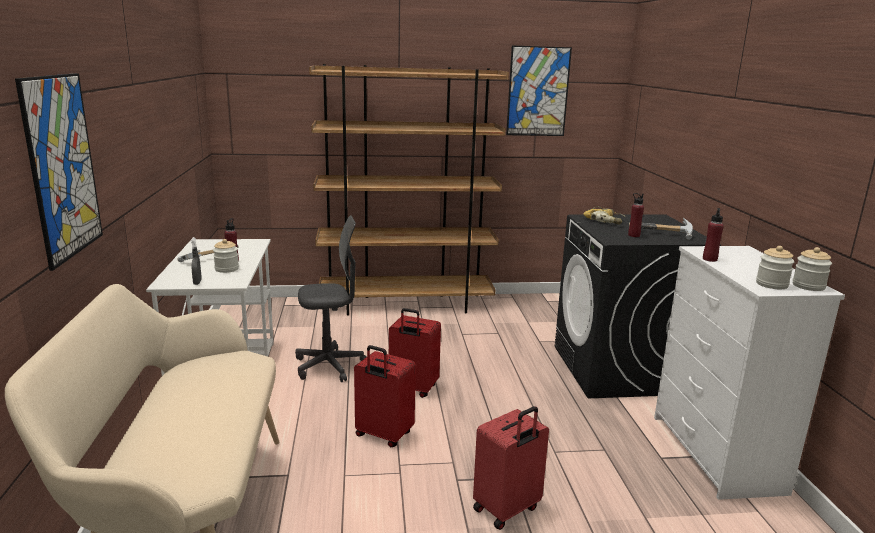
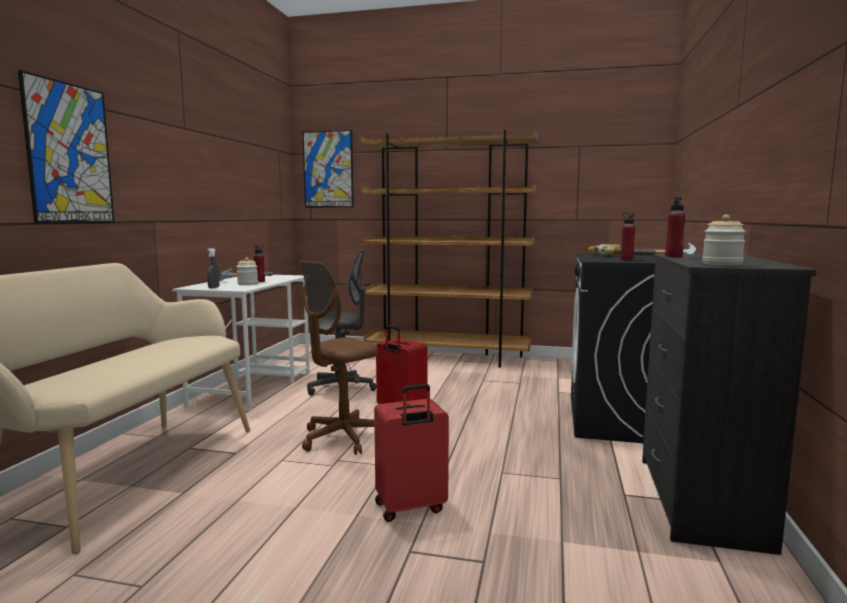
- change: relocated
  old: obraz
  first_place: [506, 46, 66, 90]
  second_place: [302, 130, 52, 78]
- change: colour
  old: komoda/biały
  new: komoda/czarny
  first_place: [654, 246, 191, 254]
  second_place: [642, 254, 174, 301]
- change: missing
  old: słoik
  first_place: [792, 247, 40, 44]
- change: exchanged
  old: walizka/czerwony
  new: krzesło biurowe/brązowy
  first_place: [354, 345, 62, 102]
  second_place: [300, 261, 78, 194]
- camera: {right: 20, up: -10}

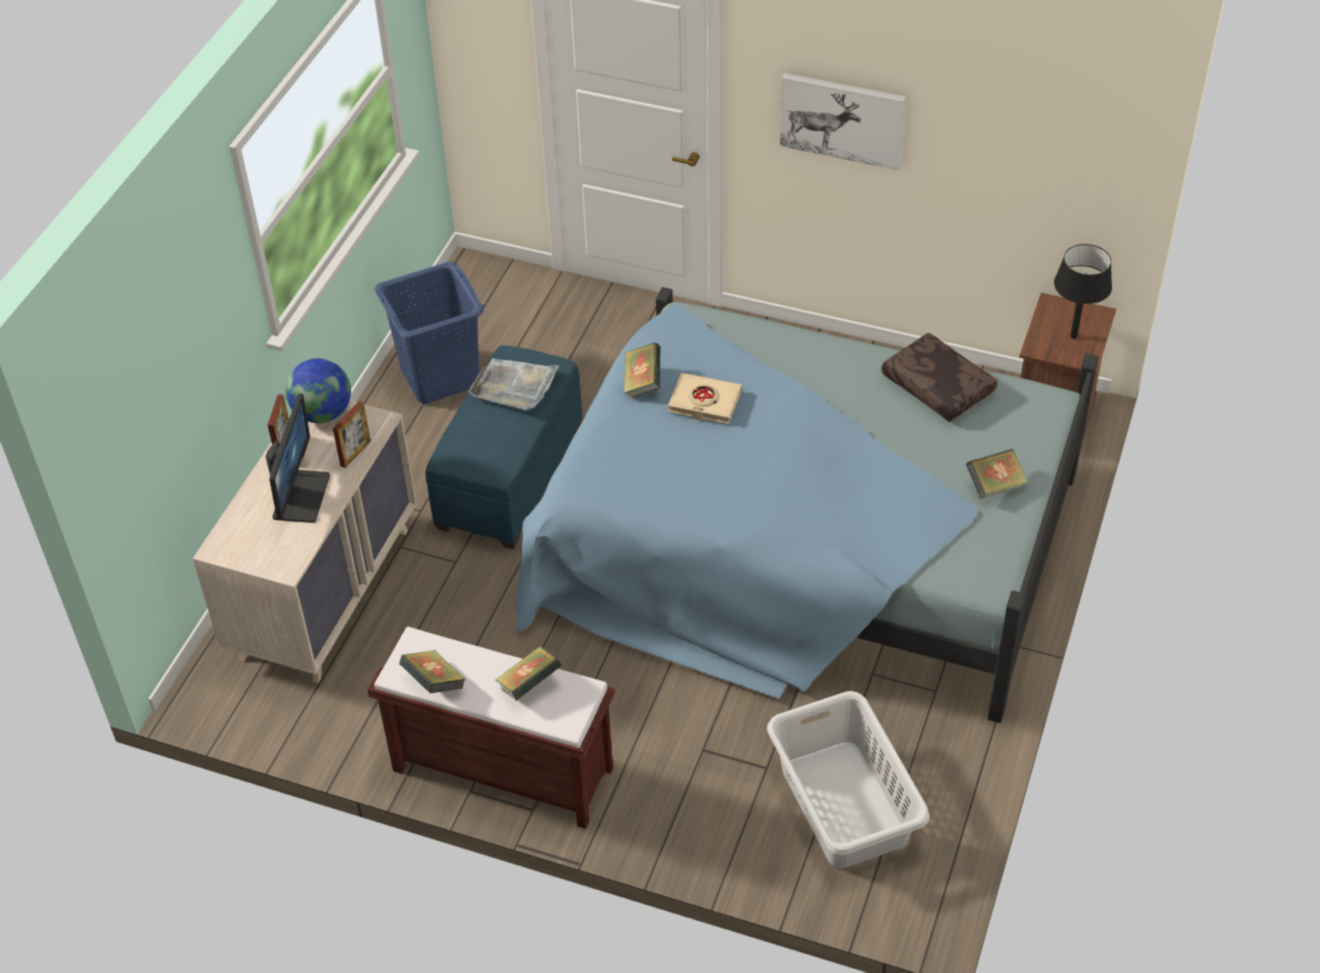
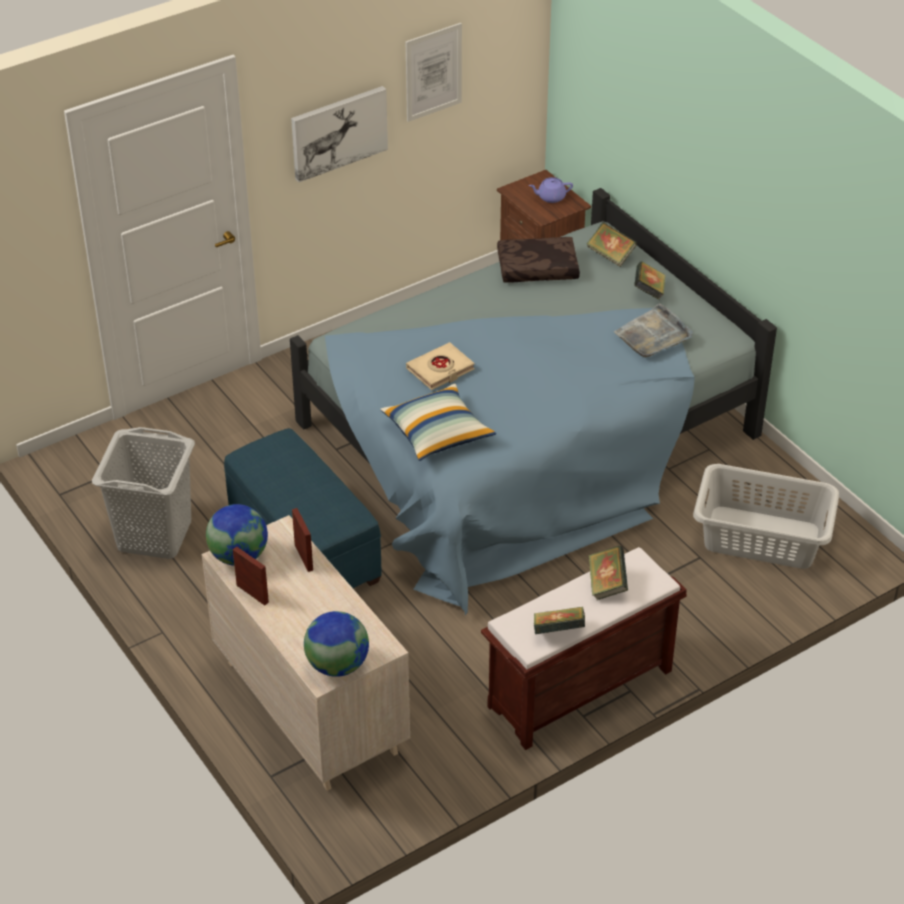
- change: exchanged
  old: lampa stołowa/czarny
  new: imbryk/fioletowy
  first_place: [1054, 244, 58, 95]
  second_place: [529, 177, 44, 26]
- change: colour
  old: kosz na pranie/niebieski
  new: kosz na pranie/szary
  first_place: [374, 262, 110, 142]
  second_place: [92, 427, 103, 132]
- change: relocated
  old: książka
  first_place: [624, 343, 36, 55]
  second_place: [587, 222, 50, 45]
- change: relocated
  old: taca/szary
  first_place: [468, 359, 91, 52]
  second_place: [614, 303, 79, 54]
- change: missing
  old: monitor
  first_place: [266, 394, 64, 129]
- change: appeared
  new: obraz
  second_place: [406, 23, 56, 99]
- change: appeared
  new: poduszka
  second_place: [380, 383, 116, 78]
- change: appeared
  new: globus
  second_place: [304, 611, 65, 66]
- camera: {right: -55, up: -5}

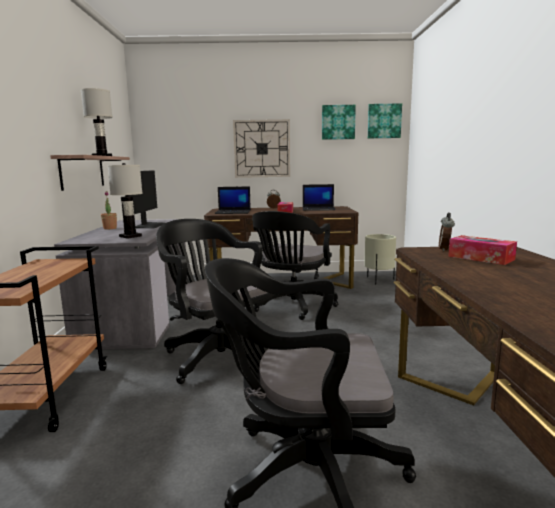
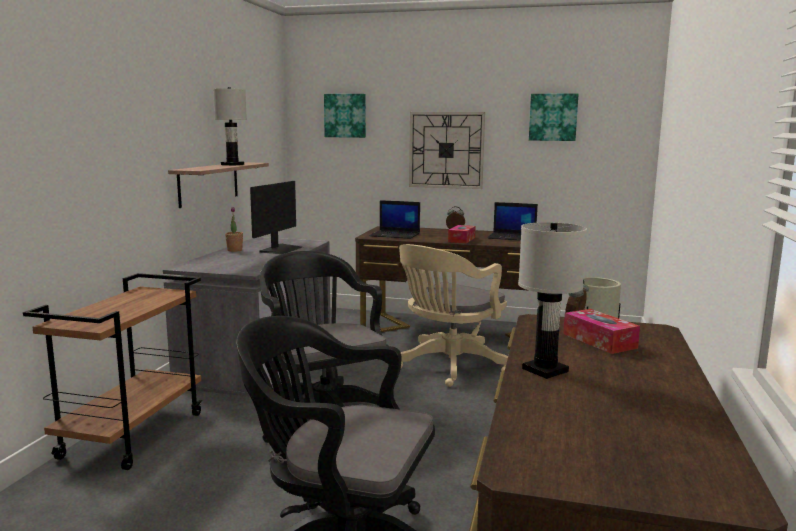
- change: relocated
  old: obraz
  first_place: [368, 103, 34, 35]
  second_place: [324, 94, 42, 44]
- change: relocated
  old: lampa stołowa/biały
  first_place: [107, 163, 36, 76]
  second_place: [518, 222, 69, 157]
- change: colour
  old: krzesło biurowe/czarny
  new: krzesło biurowe/beżowy
  first_place: [252, 211, 86, 109]
  second_place: [399, 244, 109, 143]
- camera: {right: 15, up: 0}

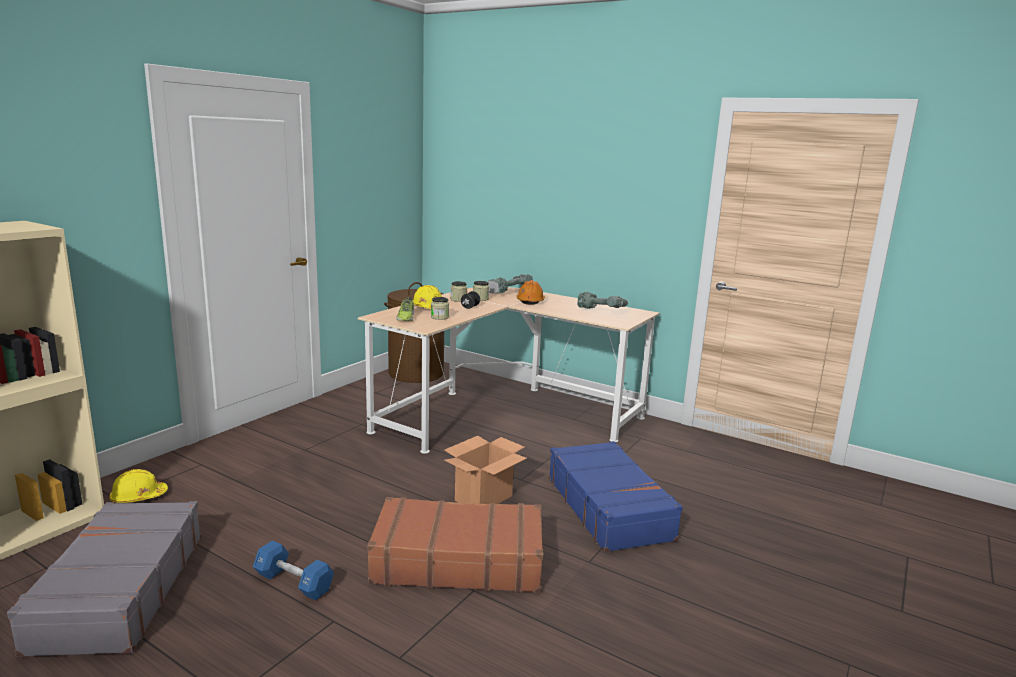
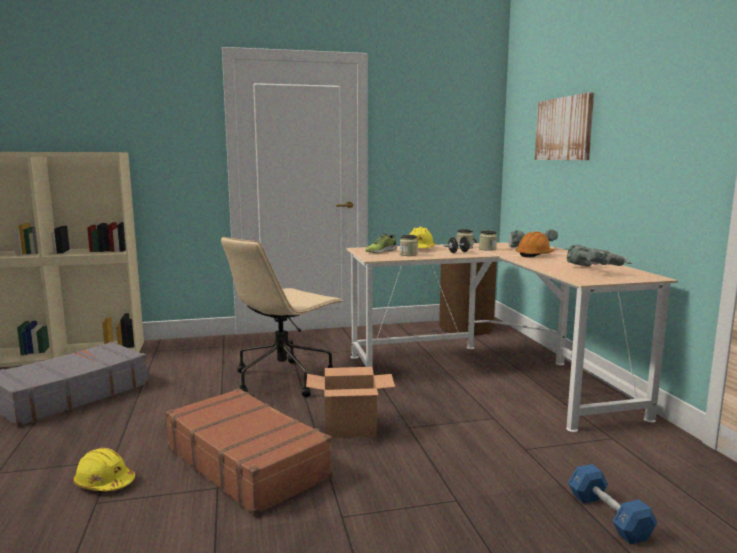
- change: missing
  old: walizka/niebieski
  first_place: [549, 441, 134, 112]
- change: relocated
  old: kask/żółty
  first_place: [109, 469, 59, 34]
  second_place: [73, 448, 62, 43]
- change: relocated
  old: hantel/niebieski
  first_place: [253, 540, 81, 61]
  second_place: [568, 464, 89, 80]
- change: appeared
  new: obraz
  second_place: [535, 92, 59, 68]
- change: appeared
  new: krzesło biurowe/beżowy
  second_place: [221, 236, 121, 161]
- camera: {right: 45, up: -5}

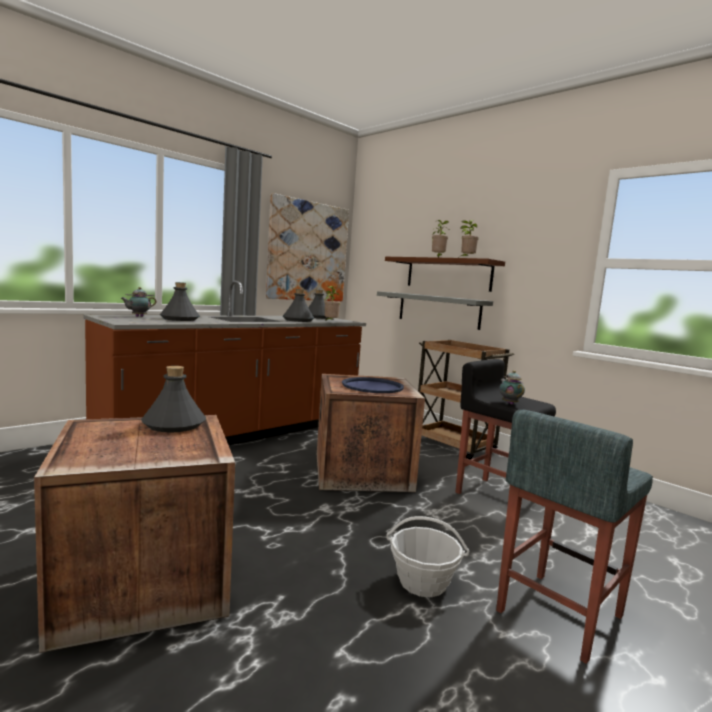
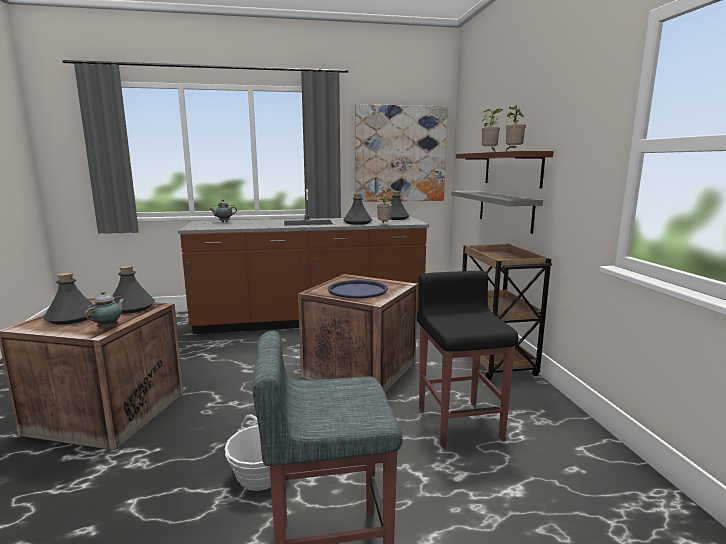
- change: relocated
  old: butelka/szary
  first_place: [160, 282, 39, 39]
  second_place: [43, 272, 50, 53]
- change: relocated
  old: imbryk
  first_place: [499, 370, 26, 35]
  second_place: [85, 291, 41, 39]
- camera: {right: 35, up: 5}

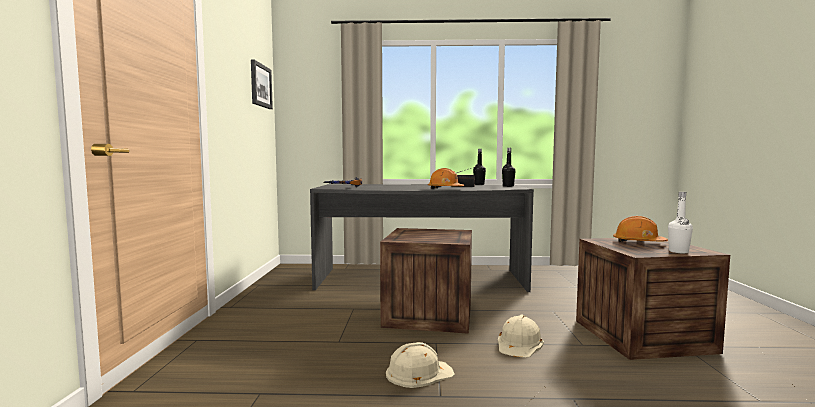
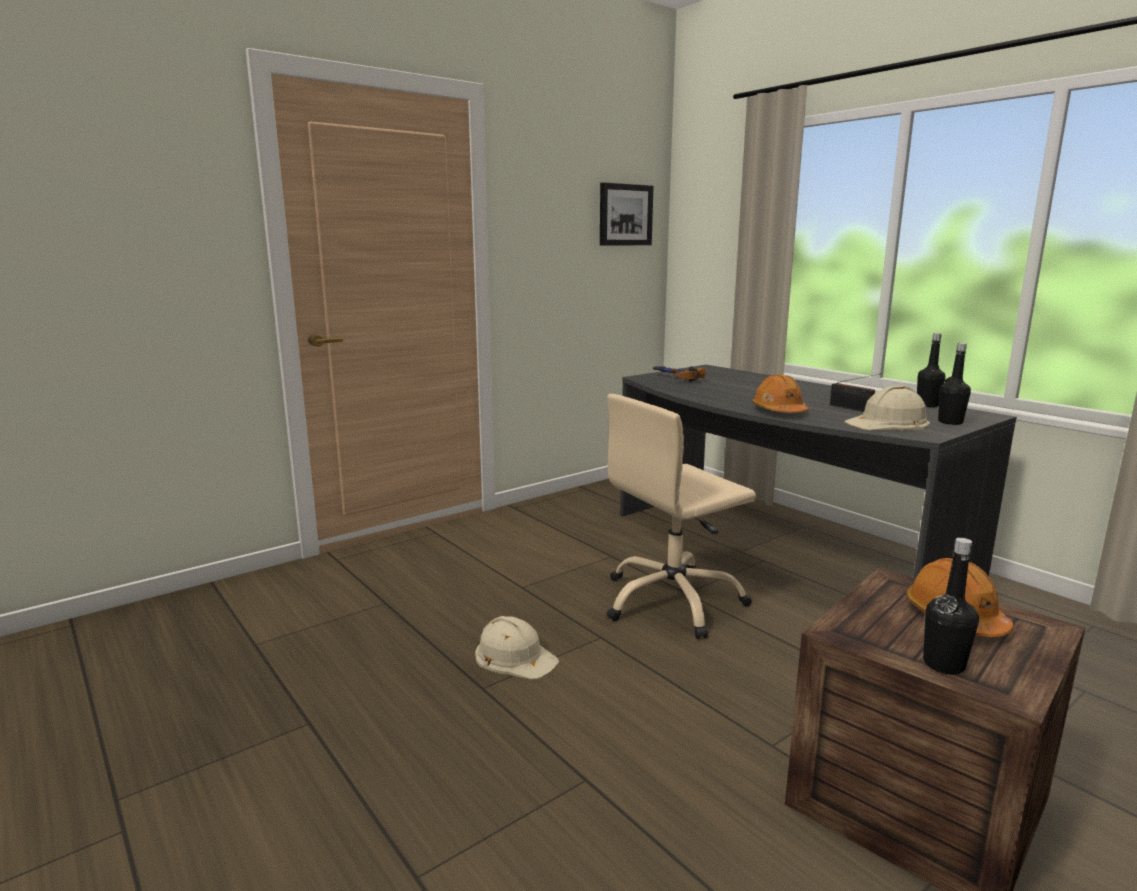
- change: colour
  old: butelka/biały
  new: butelka/czarny
  first_place: [668, 192, 25, 61]
  second_place: [923, 538, 56, 136]
- change: exchanged
  old: skrzynka
  new: krzesło biurowe/beżowy
  first_place: [380, 228, 92, 106]
  second_place: [607, 394, 149, 245]
- change: relocated
  old: kask/beżowy
  first_place: [498, 314, 46, 44]
  second_place: [844, 386, 86, 45]
- camera: {right: 50, up: 10}

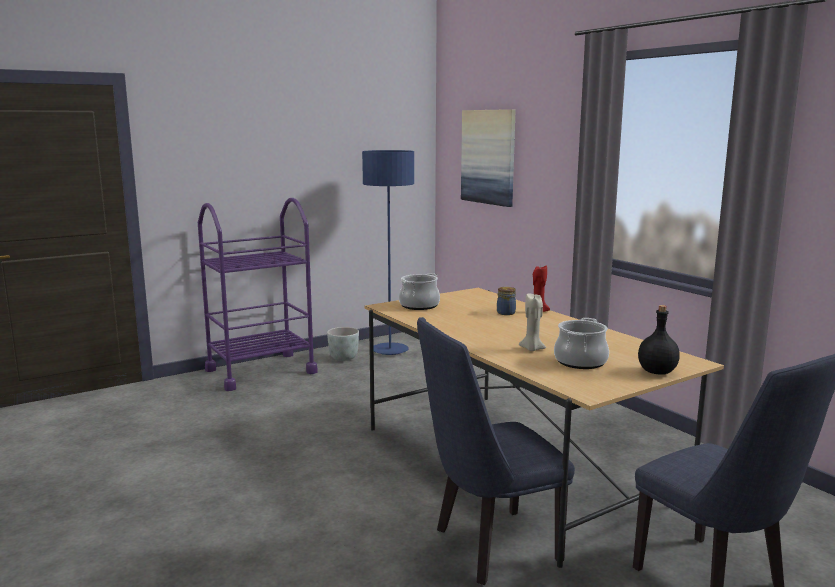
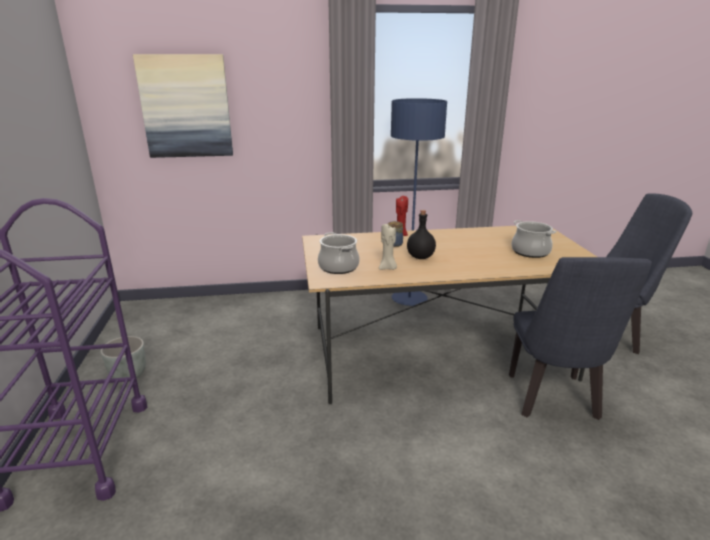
- change: relocated
  old: lampa stojąca/niebieski
  first_place: [362, 150, 52, 205]
  second_place: [391, 98, 56, 208]
- change: relocated
  old: świeca/beżowy
  first_place: [519, 294, 27, 57]
  second_place: [379, 224, 18, 46]
- change: relocated
  old: butelka/czarny
  first_place: [638, 305, 42, 70]
  second_place: [407, 210, 29, 49]
- camera: {right: -65, up: 10}

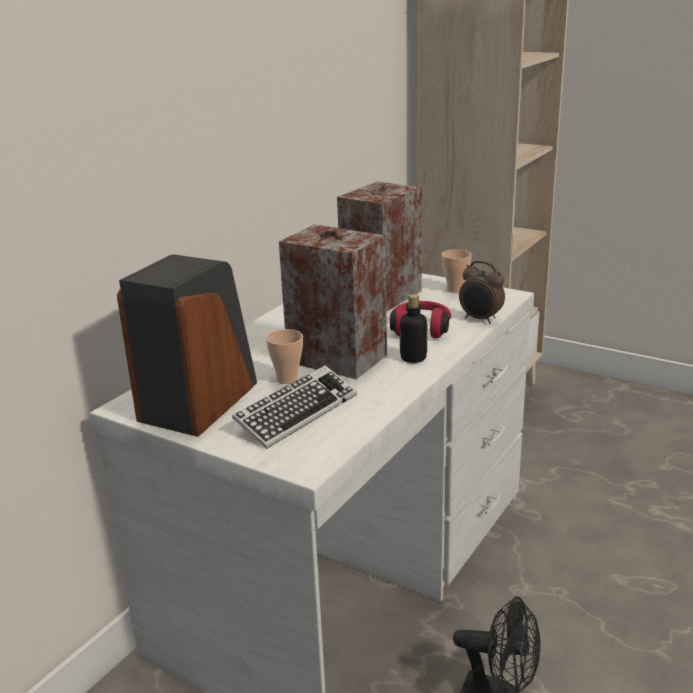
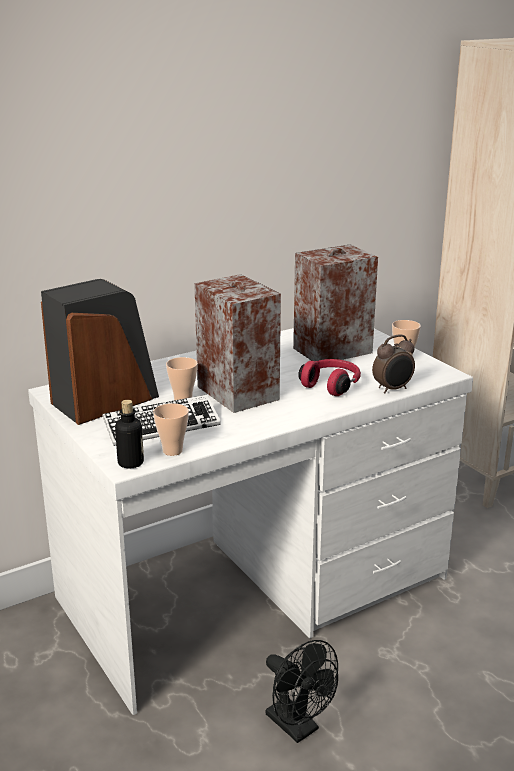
- change: spun
  old: budzik
  first_place: [459, 261, 46, 63]
  second_place: [372, 334, 43, 60]
  degrees: -90
- change: relocated
  old: butelka
  first_place: [400, 294, 27, 69]
  second_place: [115, 400, 29, 68]
- change: appeared
  new: filiżanka
  second_place: [153, 403, 36, 53]
- camera: {right: 25, up: 0}

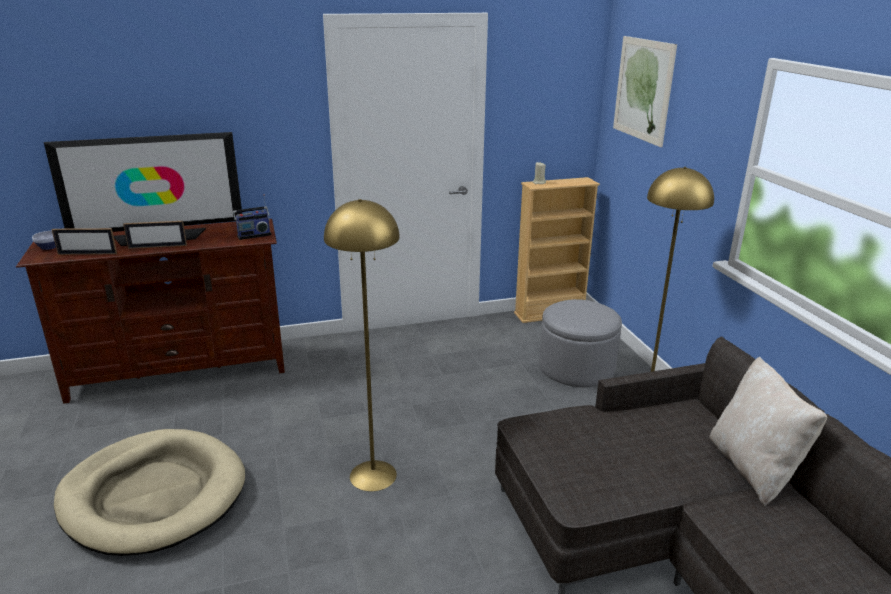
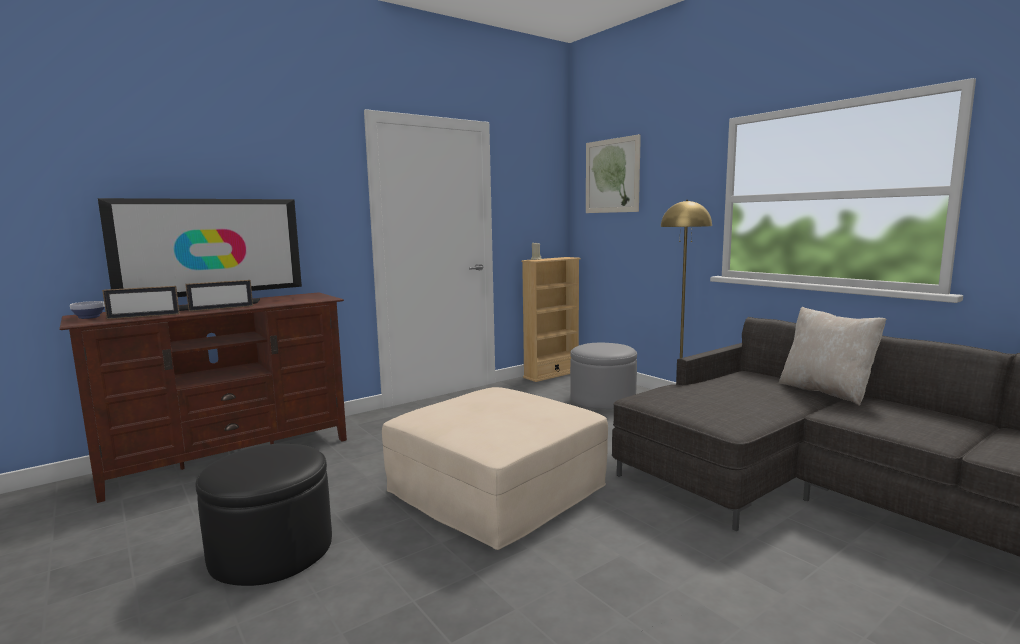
- change: missing
  old: radio
  first_place: [233, 194, 38, 46]
- change: exchanged
  old: lampa stojąca/żółty
  new: pufa/beżowy
  first_place: [324, 199, 76, 292]
  second_place: [382, 387, 226, 163]
- change: exchanged
  old: legowisko/beżowy
  new: pufa/czarny
  first_place: [54, 429, 191, 127]
  second_place: [196, 444, 136, 142]
- camera: {right: -20, up: -15}

